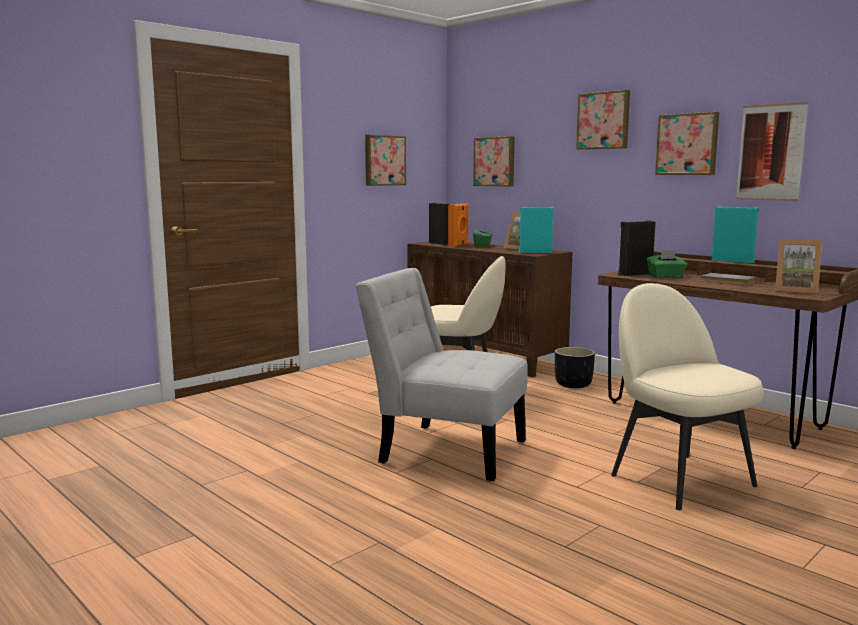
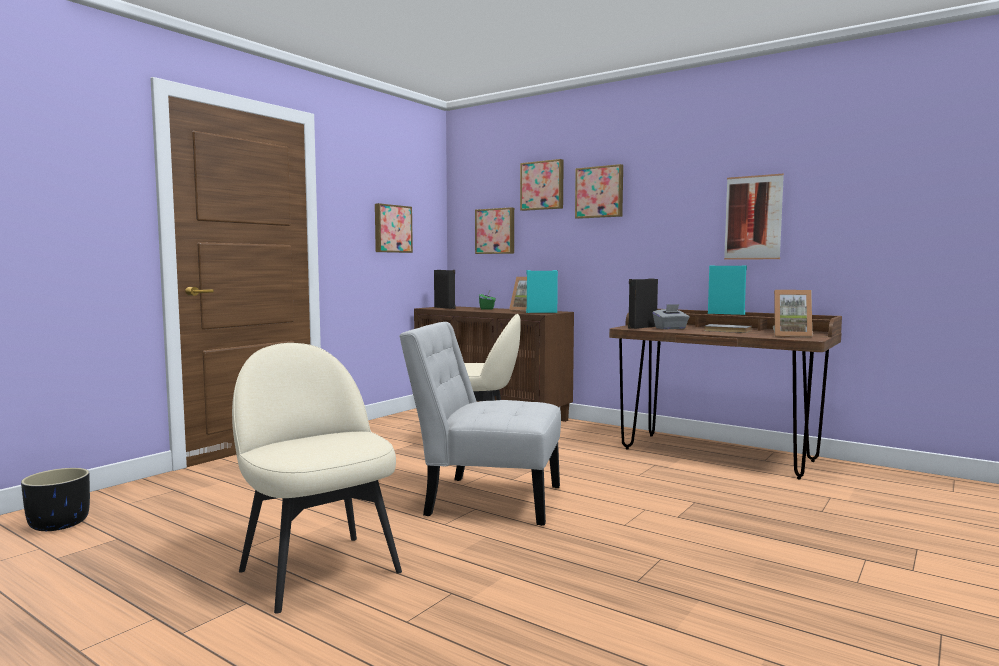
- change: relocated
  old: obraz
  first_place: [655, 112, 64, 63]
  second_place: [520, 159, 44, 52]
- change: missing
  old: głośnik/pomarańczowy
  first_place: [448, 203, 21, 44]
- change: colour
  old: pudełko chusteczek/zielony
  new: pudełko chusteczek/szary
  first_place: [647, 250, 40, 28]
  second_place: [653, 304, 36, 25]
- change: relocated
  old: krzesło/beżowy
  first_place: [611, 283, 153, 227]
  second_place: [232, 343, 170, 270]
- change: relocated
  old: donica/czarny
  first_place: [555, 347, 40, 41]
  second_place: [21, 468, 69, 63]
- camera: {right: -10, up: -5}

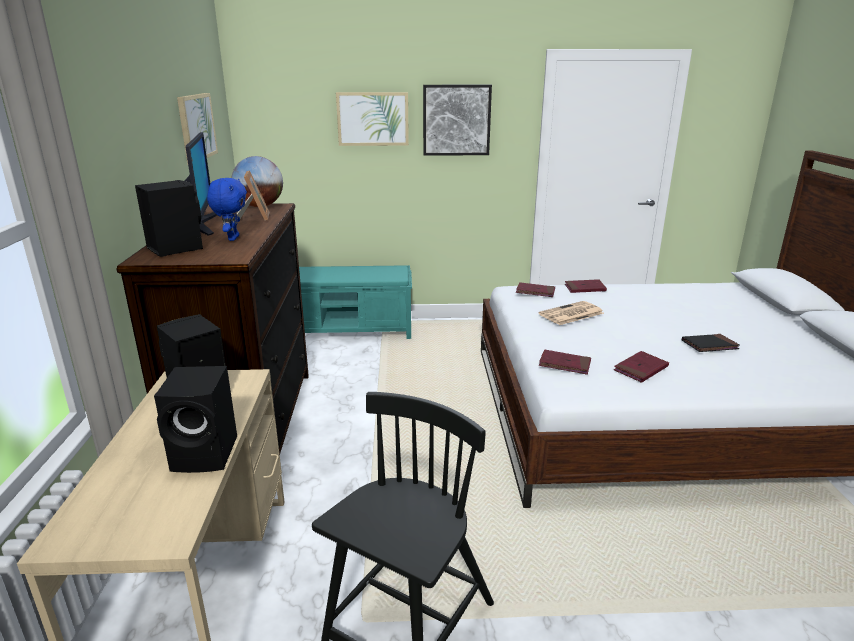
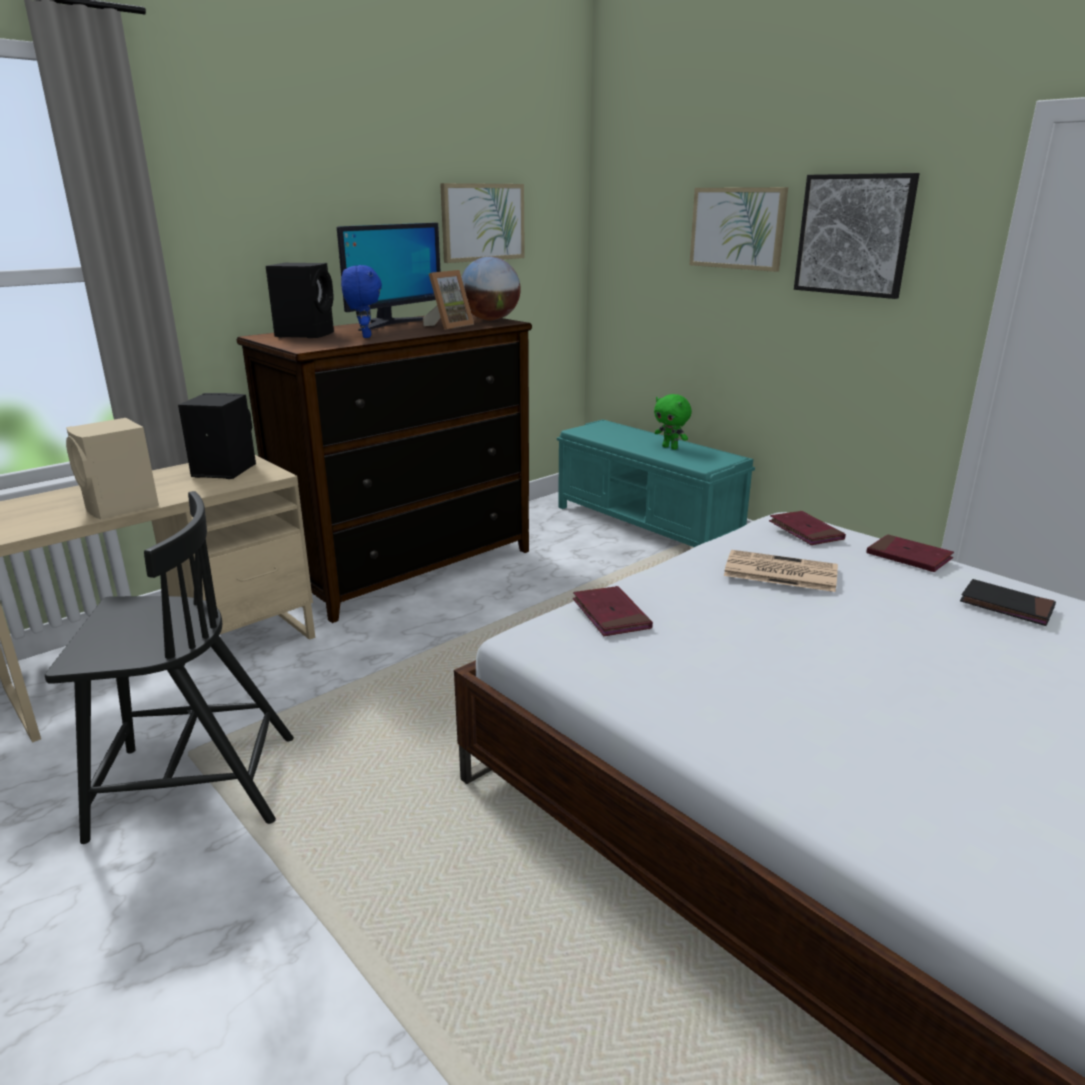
- change: spun
  old: pluszak/niebieski
  first_place: [207, 178, 40, 63]
  second_place: [341, 265, 41, 73]
  degrees: -60
- change: relocated
  old: książka/czarny
  first_place: [682, 334, 58, 18]
  second_place: [960, 579, 96, 47]
- change: missing
  old: książka/czerwony
  first_place: [614, 351, 55, 31]
- change: colour
  old: głośnik/czarny
  new: głośnik/beżowy
  first_place: [154, 366, 83, 107]
  second_place: [66, 418, 93, 101]
- change: appeared
  new: pluszak/zielony
  second_place: [654, 394, 38, 56]
- camera: {right: 50, up: 0}

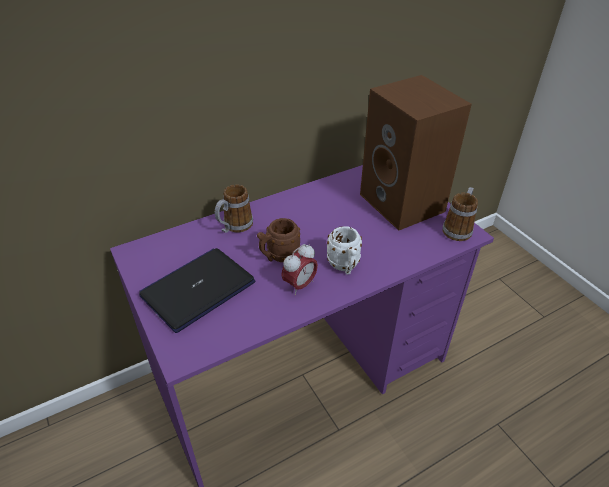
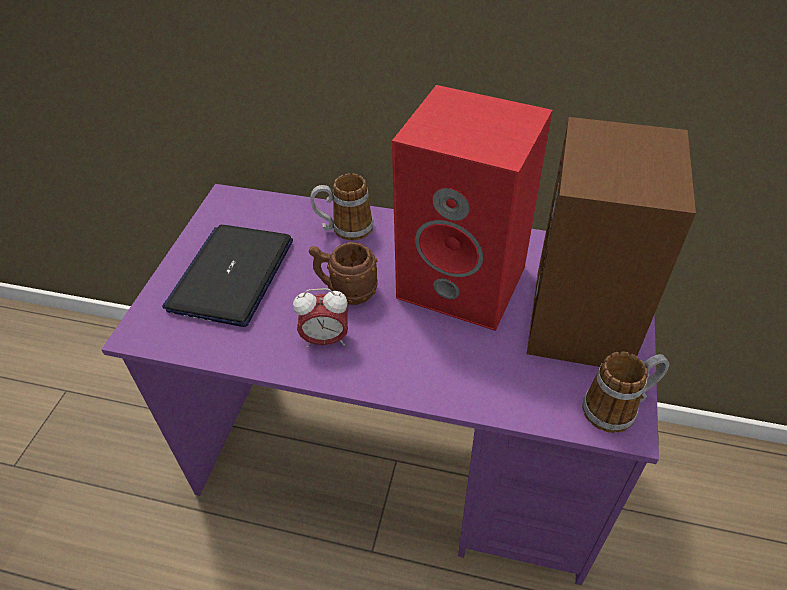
- change: missing
  old: kubek/biały
  first_place: [327, 226, 35, 48]
- change: spun
  old: laptop
  first_place: [139, 248, 116, 85]
  second_place: [162, 225, 131, 102]
  degrees: -75
- change: appeared
  new: głośnik/czerwony
  second_place: [392, 85, 160, 246]
- camera: {right: 45, up: 5}

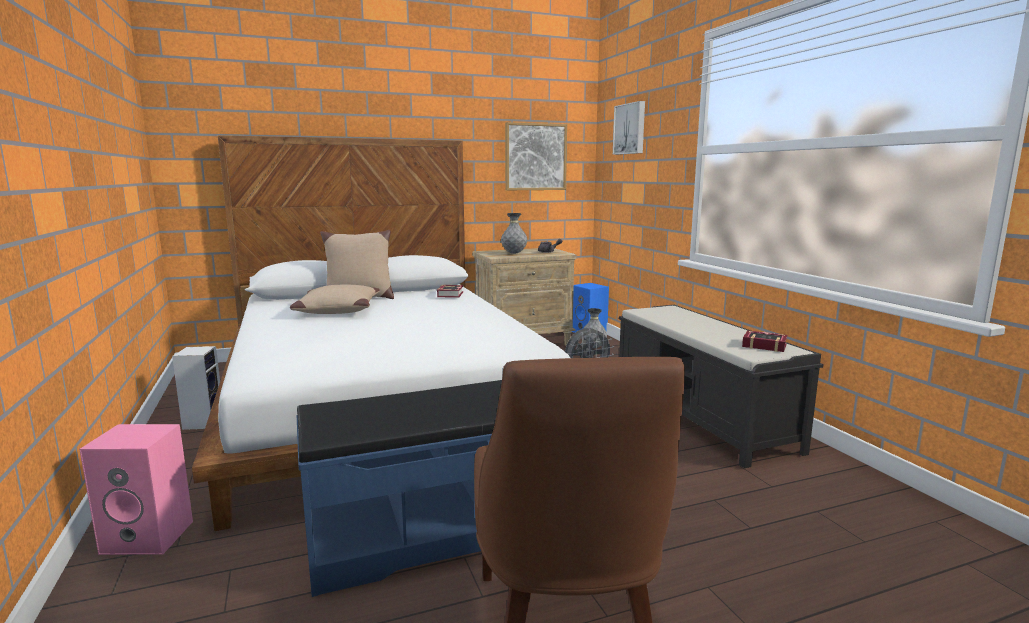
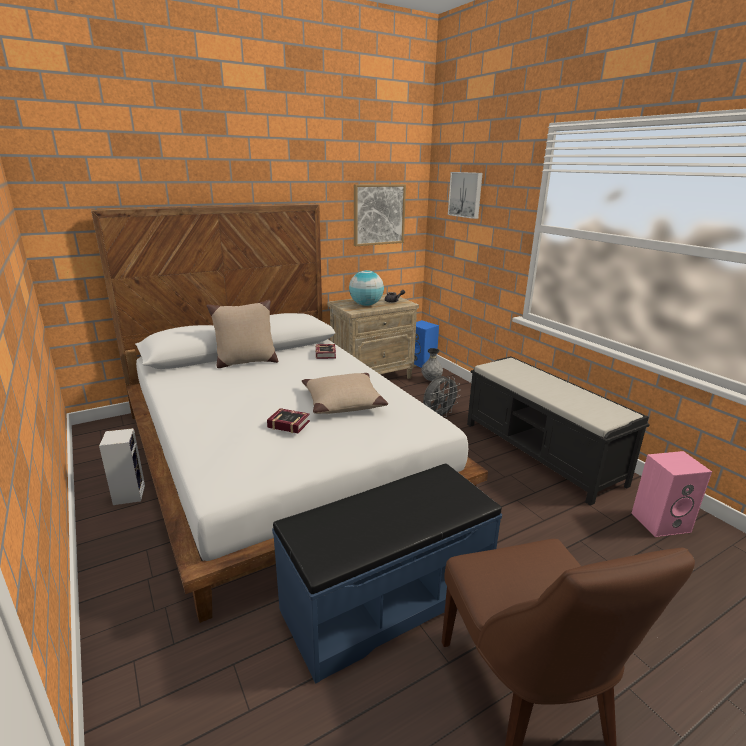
- change: exchanged
  old: wazon/szary
  new: globus
  first_place: [501, 213, 26, 41]
  second_place: [349, 270, 35, 36]
- change: relocated
  old: poduszka/beżowy
  first_place: [290, 285, 90, 29]
  second_place: [302, 373, 86, 41]
- change: relocated
  old: książka
  first_place: [742, 330, 46, 22]
  second_place: [267, 408, 43, 25]
- change: relocated
  old: głośnik/różowy
  first_place: [79, 424, 114, 131]
  second_place: [631, 451, 81, 86]
- camera: {right: -10, up: 10}

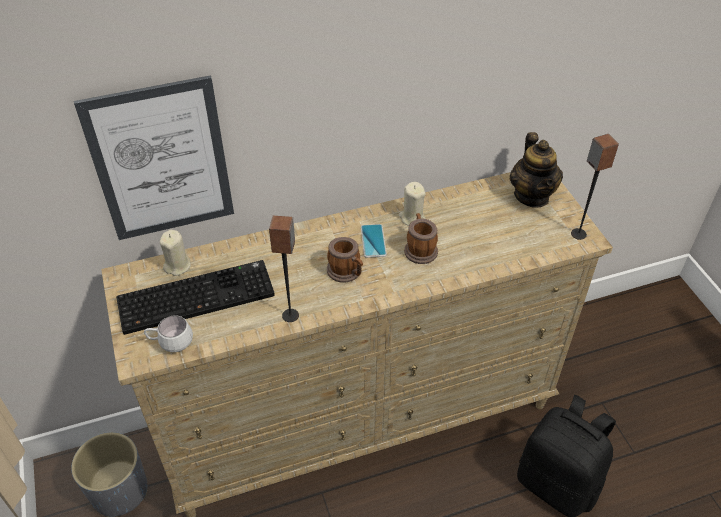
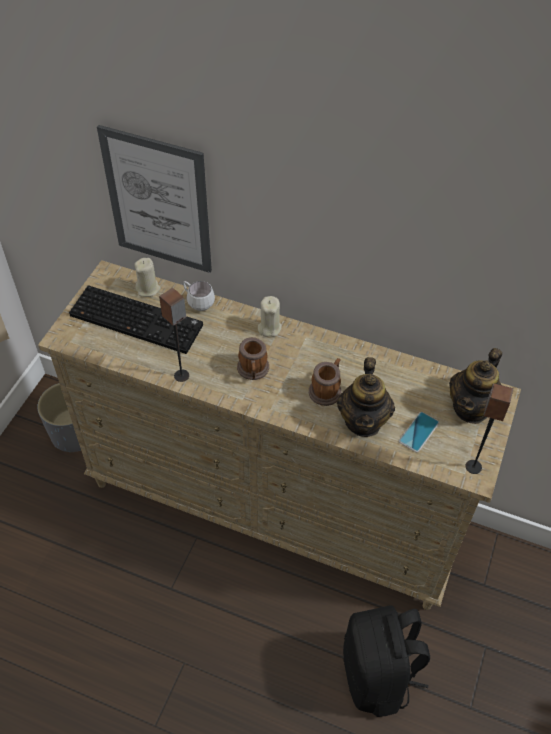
- change: relocated
  old: świeca/beżowy
  first_place: [399, 182, 27, 44]
  second_place: [258, 296, 24, 41]
- change: relocated
  old: telefon
  first_place: [361, 224, 26, 34]
  second_place: [399, 412, 40, 40]
- change: relocated
  old: kubek/biały
  first_place: [144, 316, 49, 36]
  second_place: [183, 281, 32, 30]
- change: appeared
  new: imbryk
  second_place: [337, 357, 58, 80]
- camera: {right: 40, up: 5}

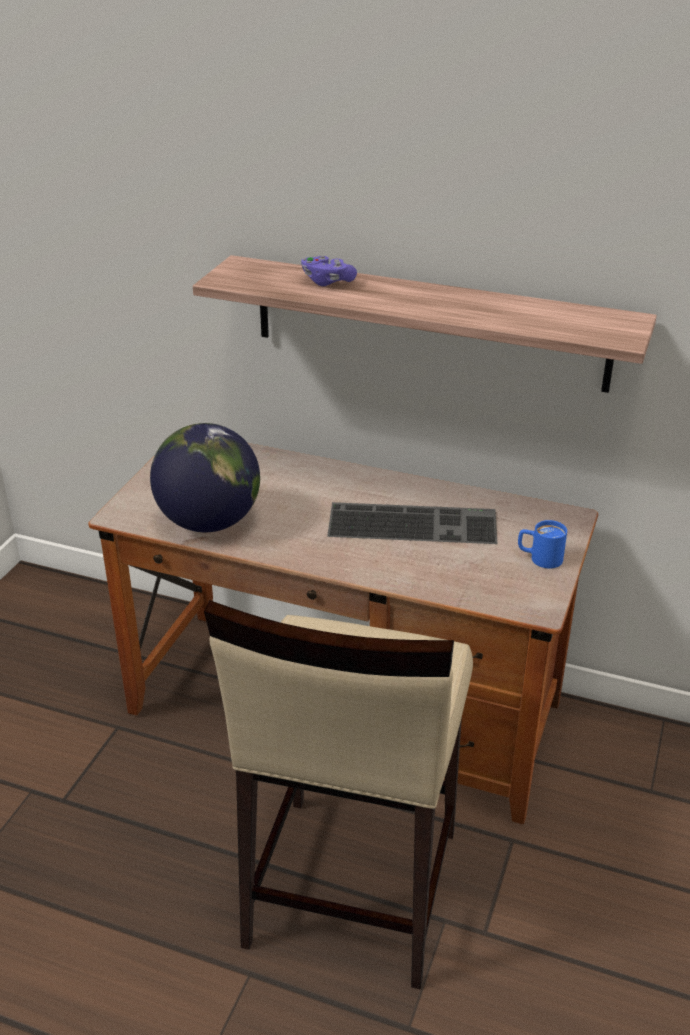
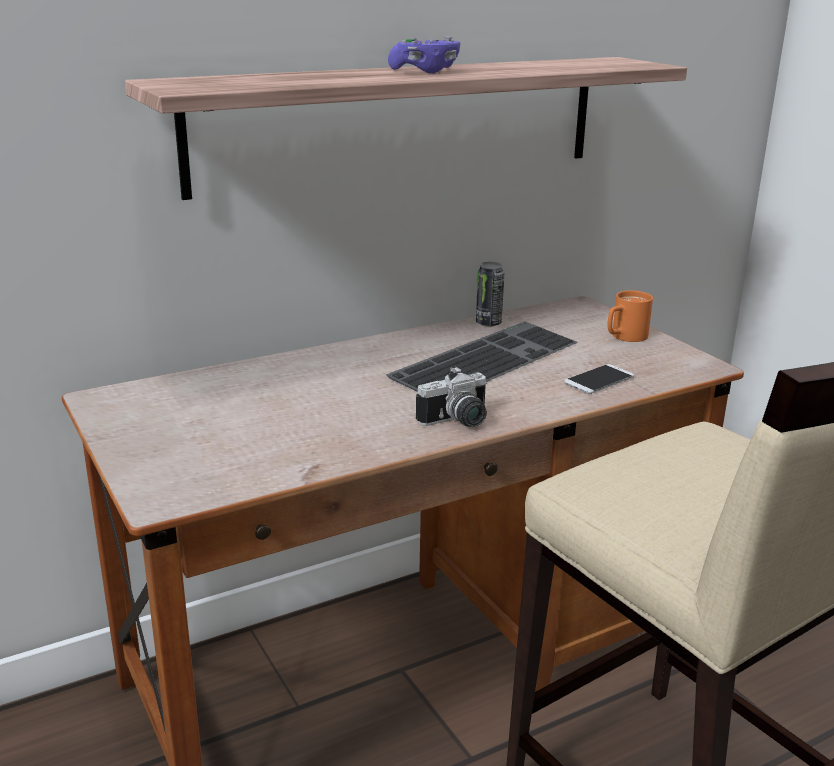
- change: relocated
  old: pad do gier/fioletowy
  first_place: [301, 255, 56, 31]
  second_place: [388, 36, 72, 37]
- change: missing
  old: globus
  first_place: [150, 423, 110, 109]
- change: colour
  old: kubek/niebieski
  new: kubek/pomarańczowy
  first_place: [518, 520, 49, 49]
  second_place: [608, 290, 45, 52]
- change: appeared
  new: puszka
  second_place: [476, 262, 28, 65]
- change: appeared
  new: telefon
  second_place: [564, 364, 70, 30]
- change: appeared
  new: aparat fotograficzny
  second_place: [416, 367, 71, 60]
- camera: {right: -50, up: -10}

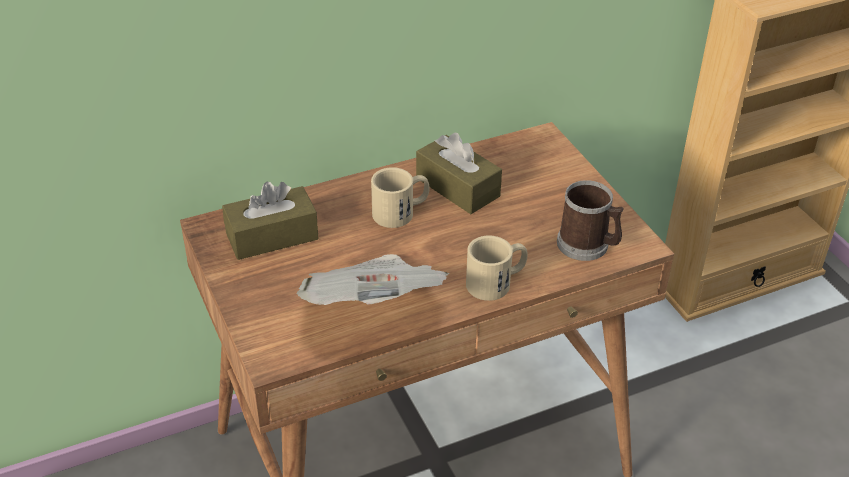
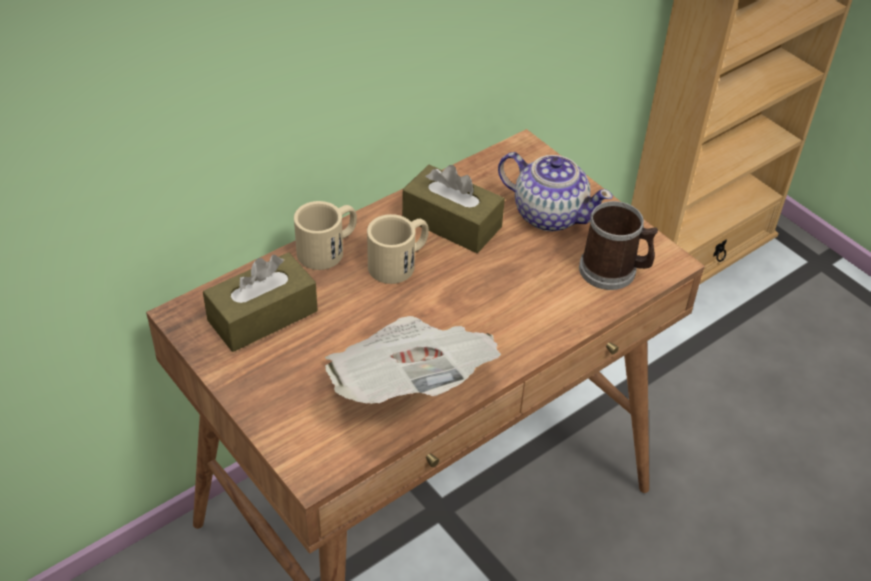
- change: relocated
  old: kubek/beżowy
  first_place: [466, 235, 62, 66]
  second_place: [294, 201, 63, 69]
- change: appeared
  new: imbryk
  second_place: [498, 152, 115, 80]
- camera: {right: -15, up: 5}

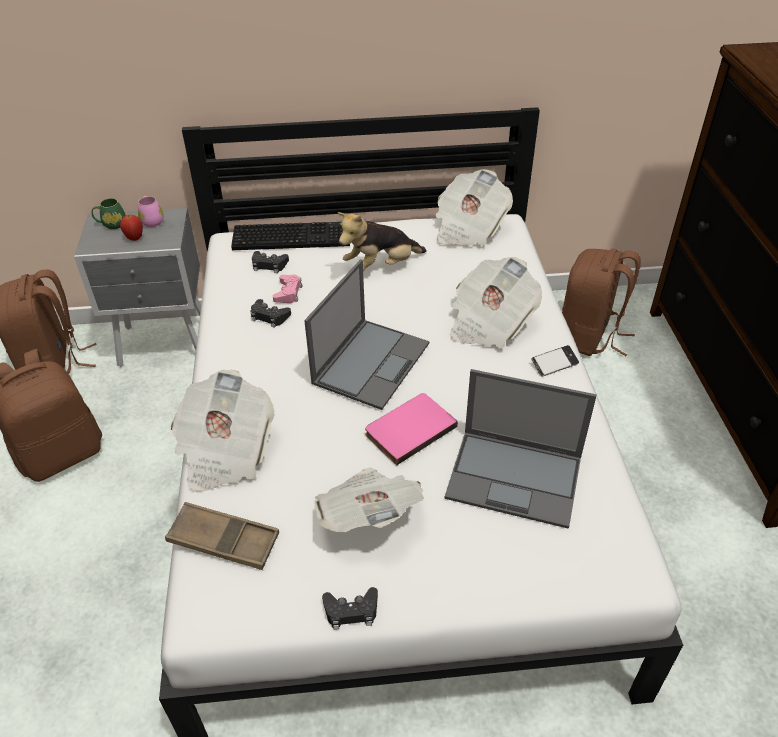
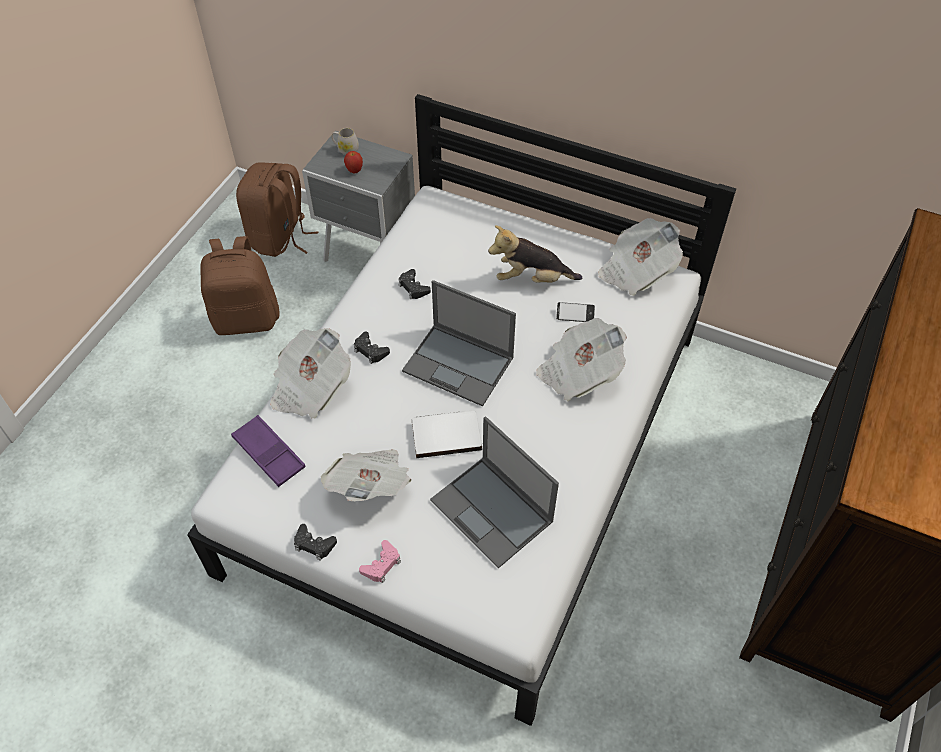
- change: missing
  old: kubek/różowy
  first_place: [138, 196, 26, 31]
- change: colour
  old: kubek/zielony
  new: kubek/biały
  first_place: [92, 198, 34, 31]
  second_place: [332, 128, 27, 27]
- change: missing
  old: klawiatura
  first_place: [231, 222, 119, 28]
- change: missing
  old: plecak/brązowy
  first_place: [562, 248, 79, 108]
- change: relocated
  old: pad do gier/czarny
  first_place: [252, 251, 37, 22]
  second_place: [354, 332, 36, 32]
- change: spun
  old: laptop
  first_place: [304, 259, 125, 151]
  second_place: [402, 280, 114, 127]
  degrees: 60
- change: relocated
  old: pad do gier/różowy
  first_place: [273, 274, 29, 29]
  second_place: [359, 540, 42, 43]
- change: relocated
  old: telefon
  first_place: [532, 345, 47, 32]
  second_place: [556, 302, 39, 20]
- change: colour
  old: książka/różowy
  new: książka/biały
  first_place: [365, 393, 93, 73]
  second_place: [412, 410, 70, 48]
- change: colour
  old: taca/brązowy
  new: taca/fioletowy
  first_place: [165, 502, 114, 68]
  second_place: [231, 415, 74, 72]
- camera: {right: 30, up: 10}

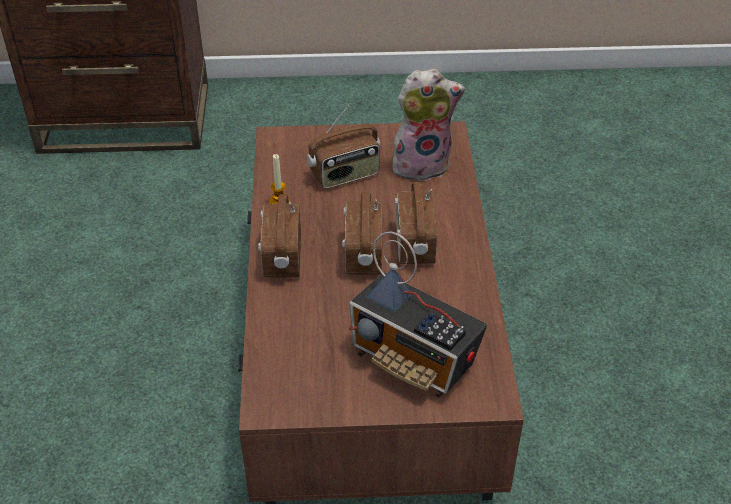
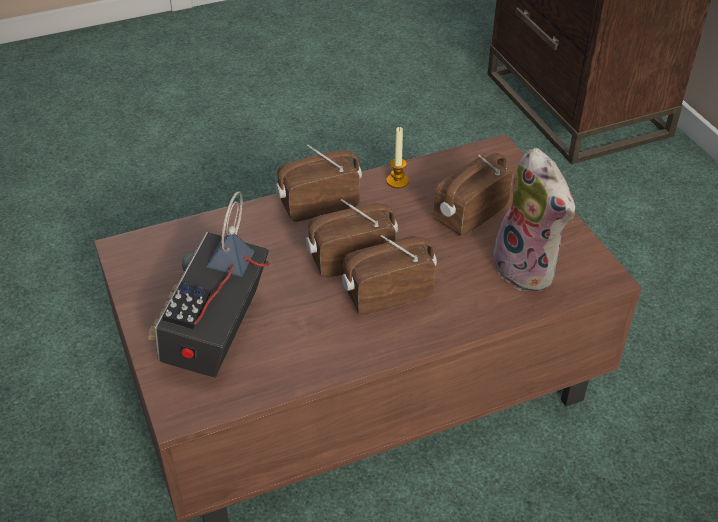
- change: spun
  old: radio
  first_place: [307, 103, 73, 86]
  second_place: [433, 153, 79, 83]
  degrees: 90
- camera: {right: 70, up: 0}

